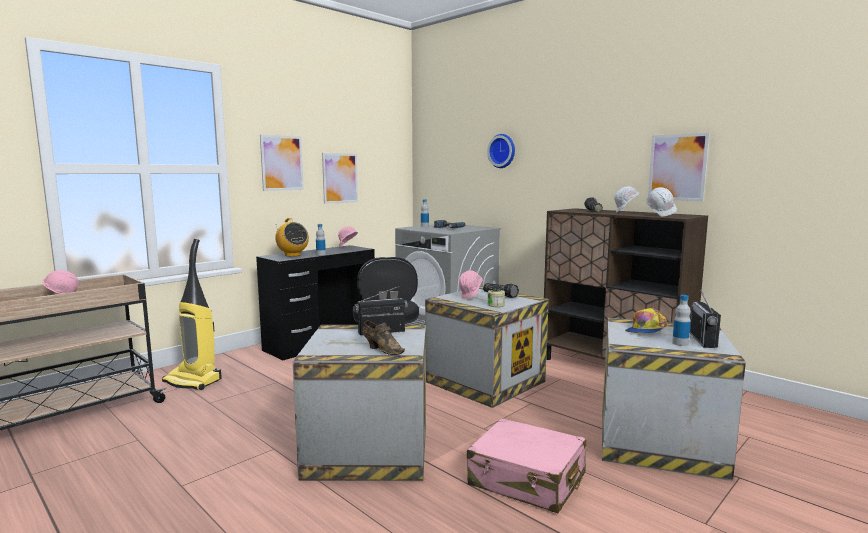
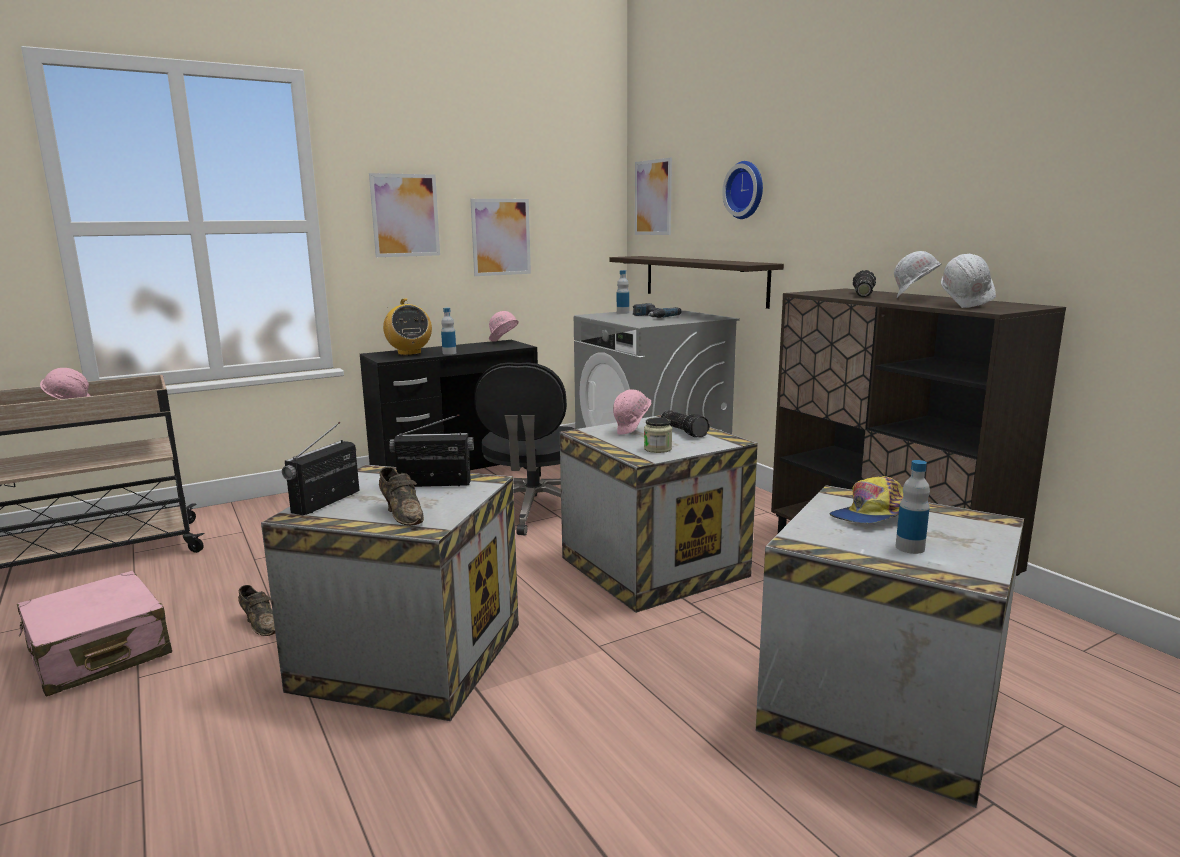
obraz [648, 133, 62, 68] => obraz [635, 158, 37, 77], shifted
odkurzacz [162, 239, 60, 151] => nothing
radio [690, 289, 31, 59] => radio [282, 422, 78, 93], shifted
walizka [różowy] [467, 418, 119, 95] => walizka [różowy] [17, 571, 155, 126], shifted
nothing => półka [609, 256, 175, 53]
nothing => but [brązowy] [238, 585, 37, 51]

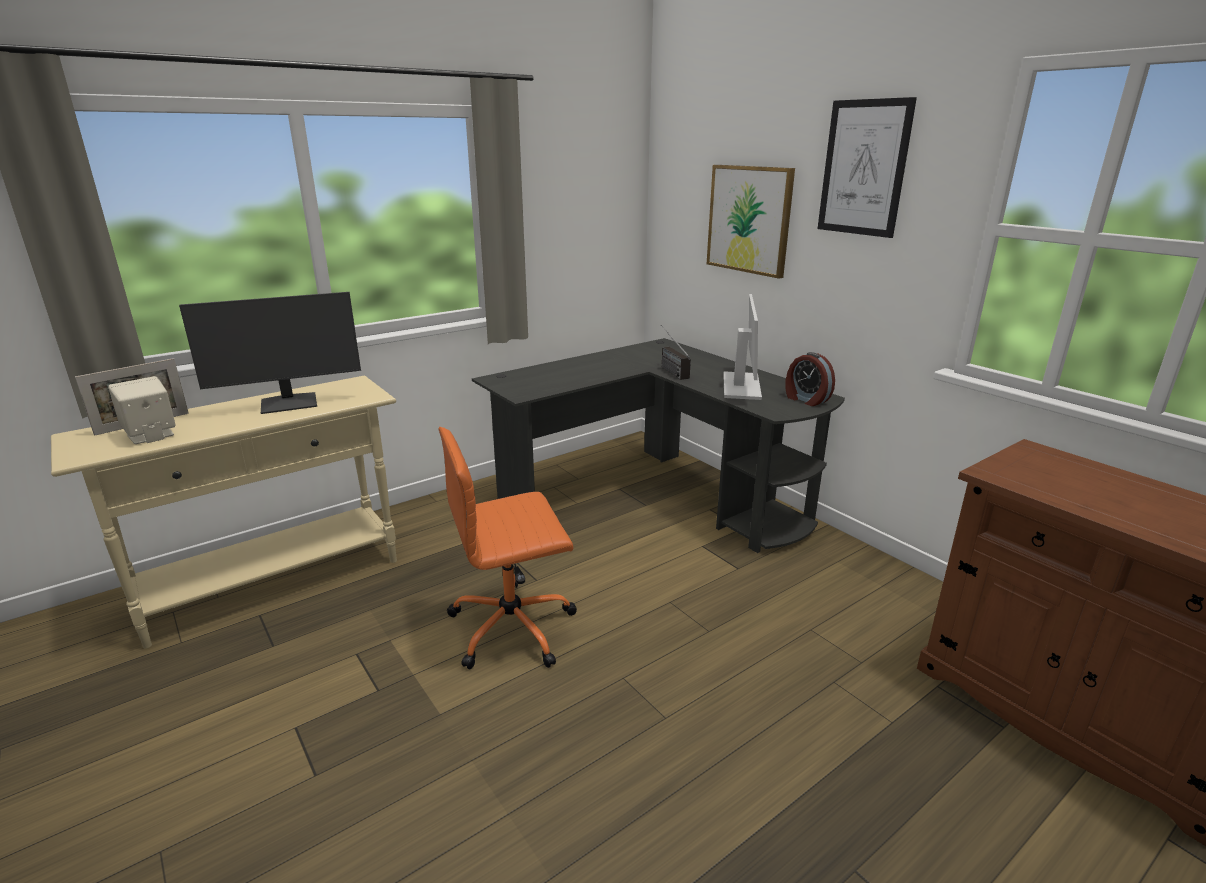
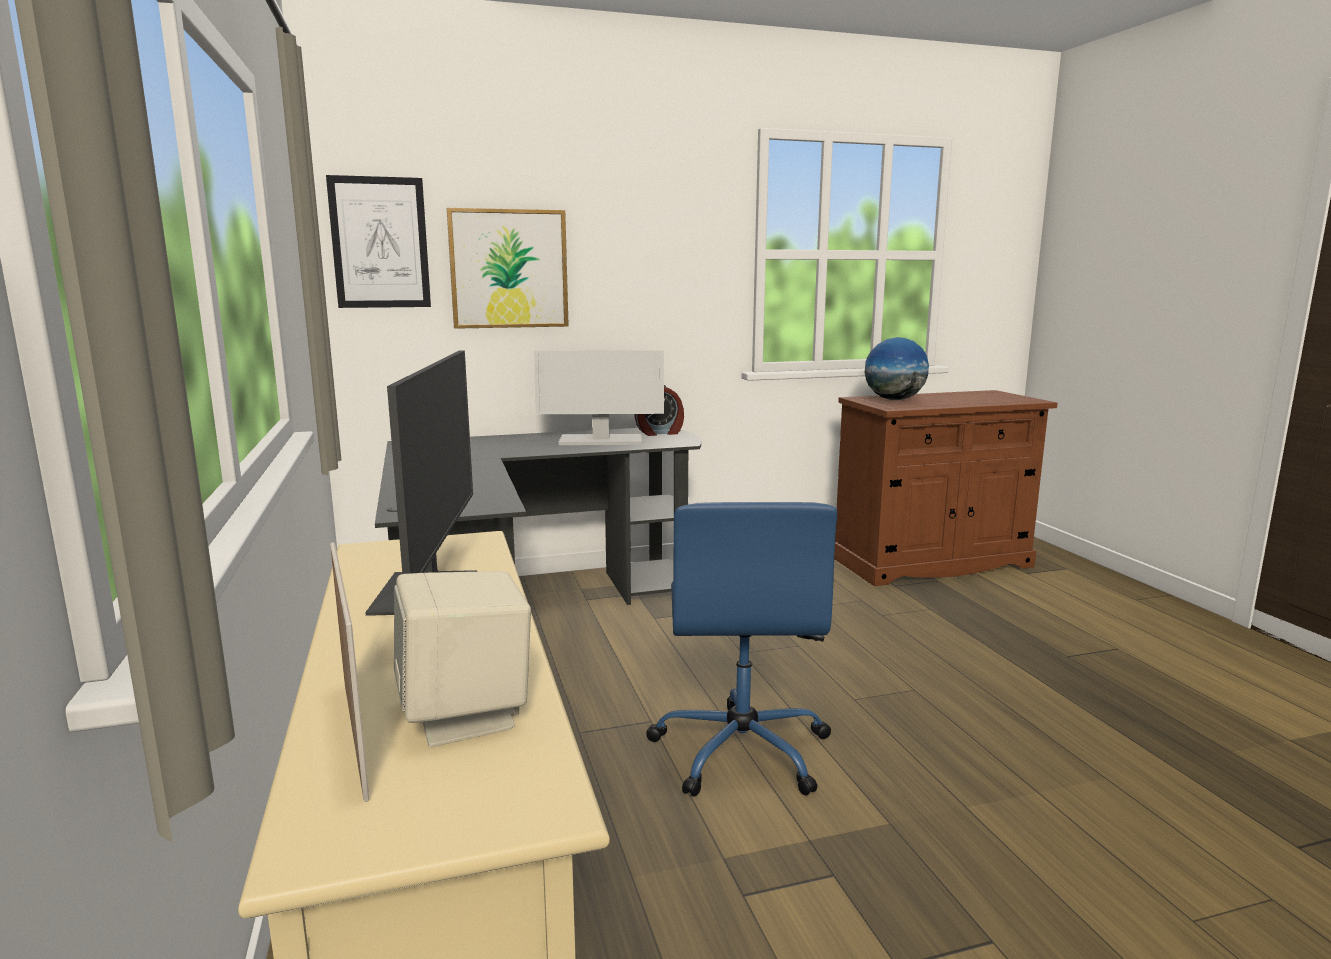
obraz [818, 97, 99, 141] => obraz [326, 175, 105, 133], shifted
monitor [723, 294, 39, 106] => monitor [534, 351, 130, 94], 150 degrees clockwise
radio [661, 325, 30, 55] => nothing
krzesło biurowe [pomarańczowy] [438, 427, 139, 242] => krzesło biurowe [niebieski] [646, 502, 191, 295]
nothing => globus [864, 337, 65, 63]

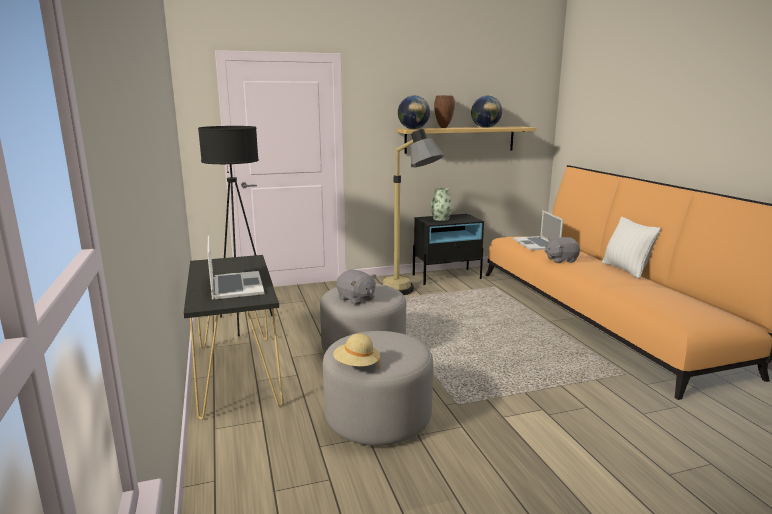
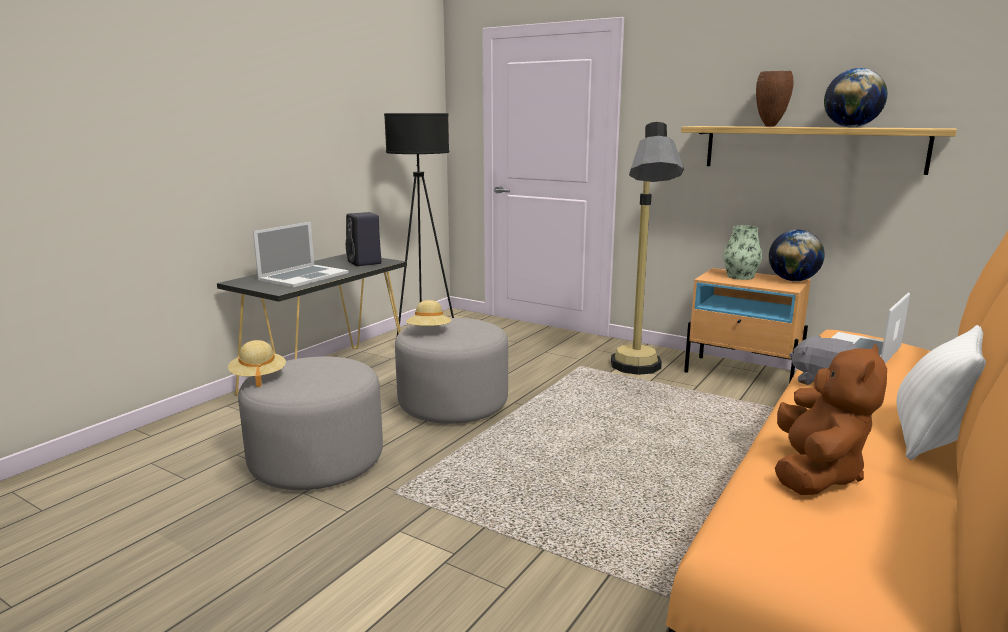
globus [398, 95, 32, 34] => globus [769, 230, 56, 51], shifted
szafka nocna [czarny] [413, 214, 71, 71] => szafka nocna [beżowy] [684, 268, 127, 115]
pluszak [szary] [336, 269, 40, 36] => kapelusz [beżowy] [406, 300, 45, 26]
nothing => głośnik [czarny] [346, 212, 36, 54]
nothing => pluszak [brązowy] [775, 344, 112, 151]

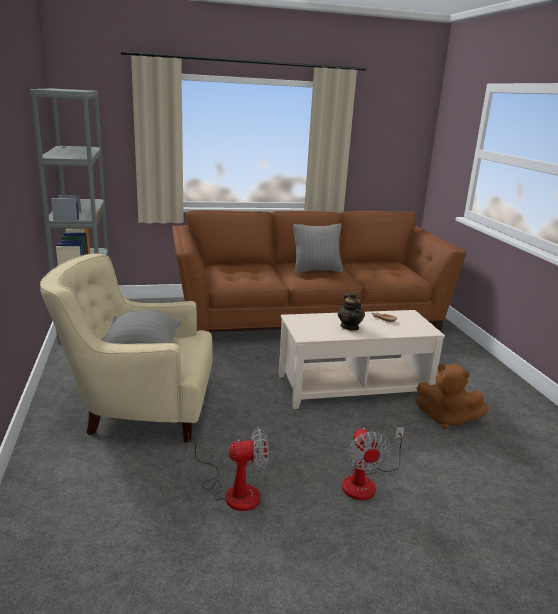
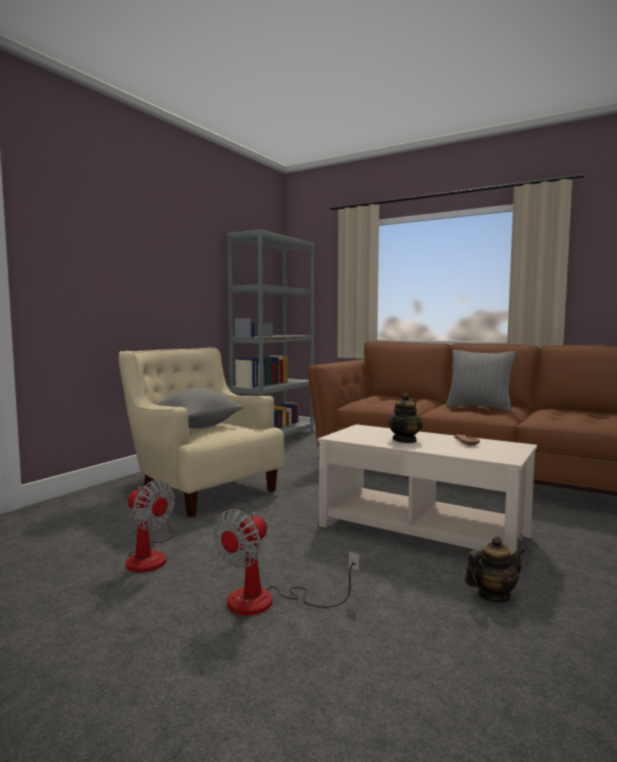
pluszak [brązowy] [416, 364, 72, 65] => imbryk [465, 536, 60, 67]

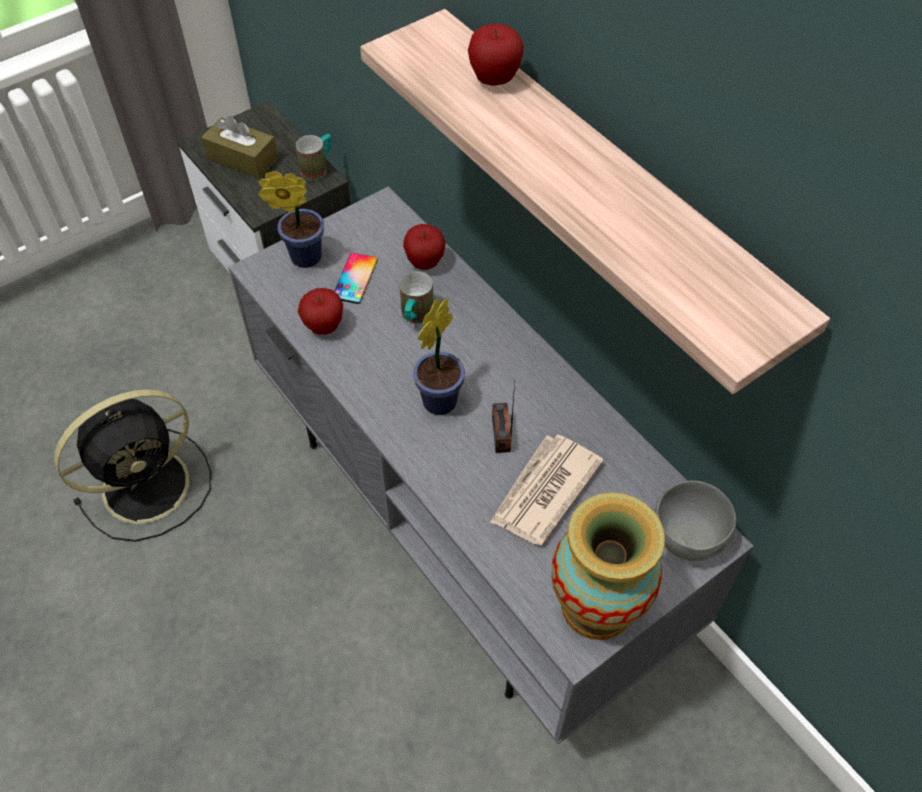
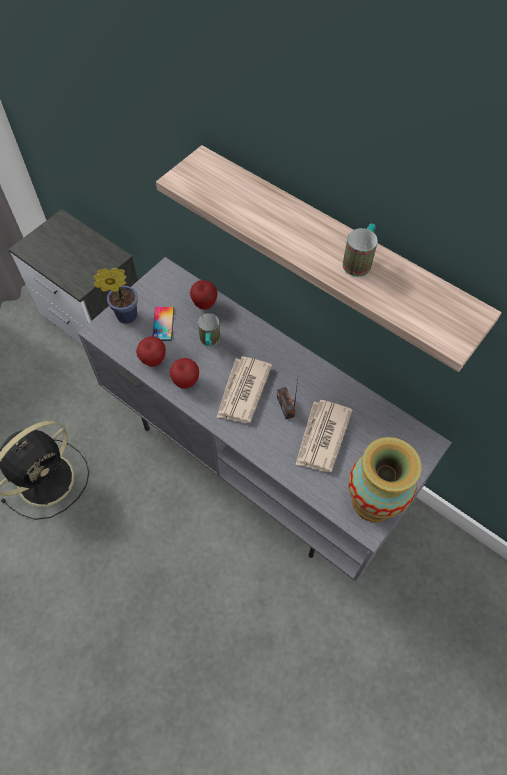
jabłko [468, 24, 56, 61] => jabłko [170, 358, 29, 31], shifted
pudełko chusteczek [brązowy] [201, 116, 77, 62] => nothing
kubek [296, 134, 36, 47] => kubek [342, 224, 36, 53], shifted
roślina doniczkowa [413, 299, 52, 116] => gazeta [216, 356, 56, 67]
miska [szary] [655, 481, 81, 80] => nothing

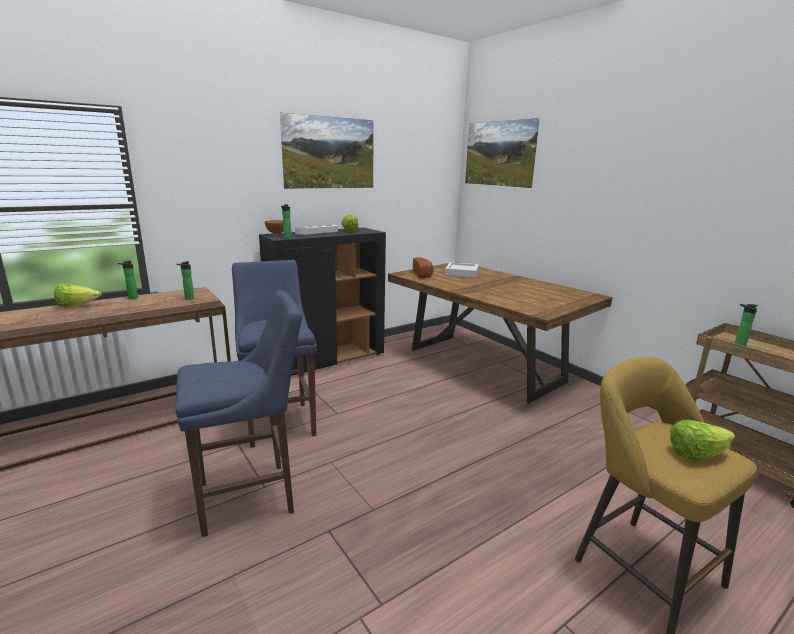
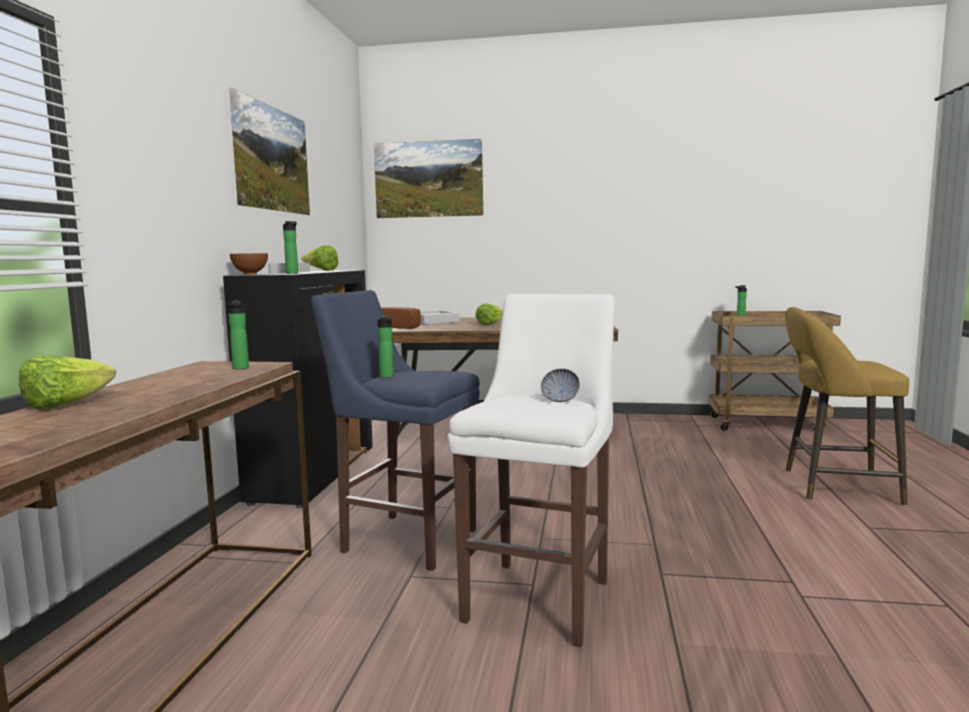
butelka [118, 260, 20, 39] => butelka [377, 316, 17, 62], shifted
stołek [niebieski] [175, 290, 127, 247] => stołek [biały] [447, 294, 168, 353]
sałata [670, 420, 65, 41] => sałata [475, 303, 28, 22], shifted
nothing => miska [541, 369, 39, 33]

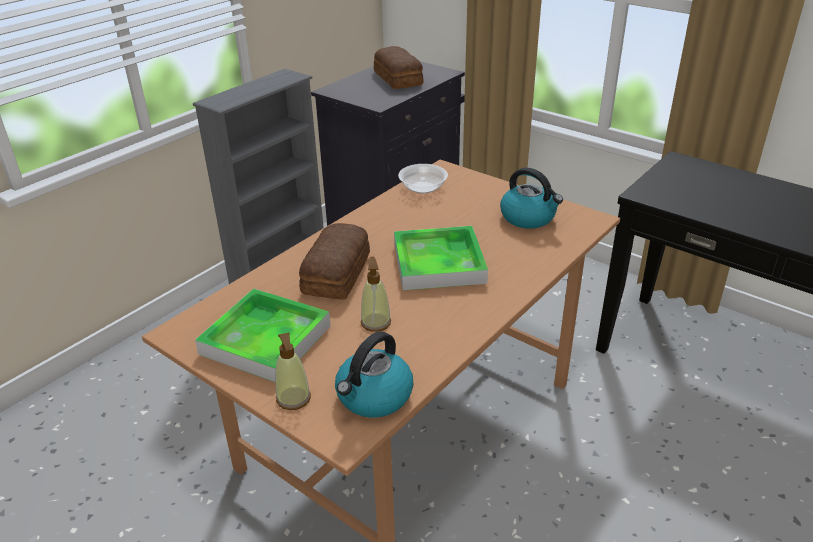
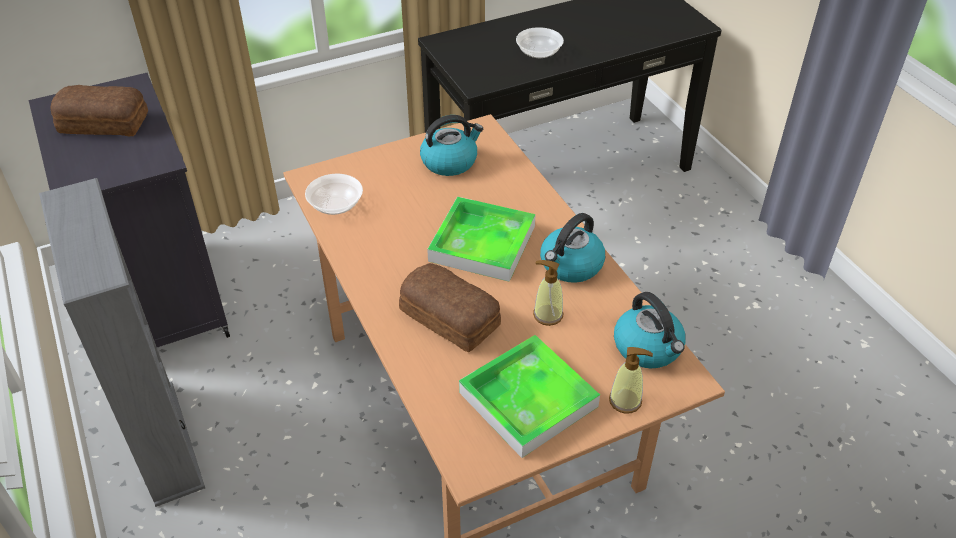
nothing => miska [516, 27, 48, 31]
nothing => czajnik [540, 213, 65, 70]

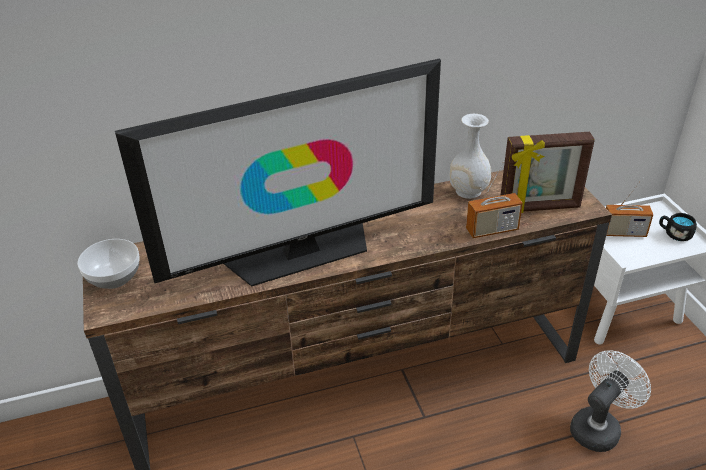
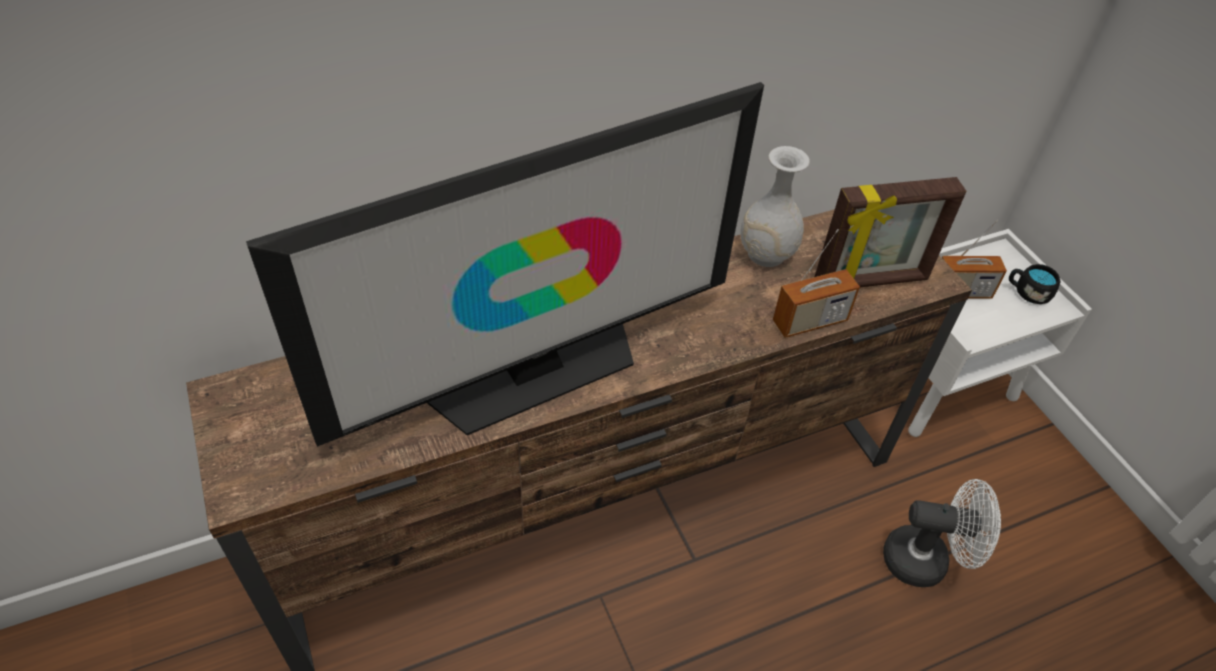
miska [78, 239, 61, 50] => nothing
wentylator [biały] [570, 351, 81, 101] => wentylator [biały] [883, 479, 118, 108], 60 degrees clockwise

